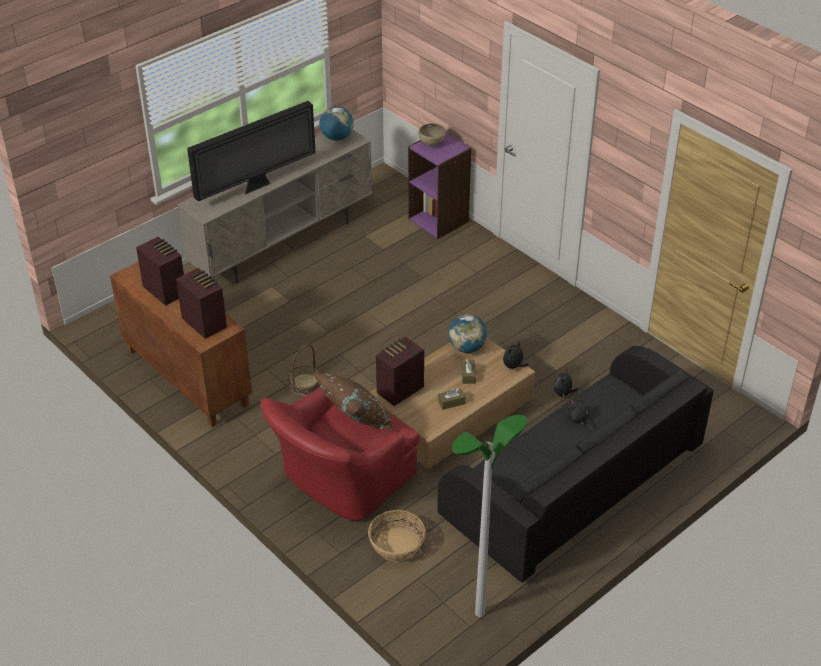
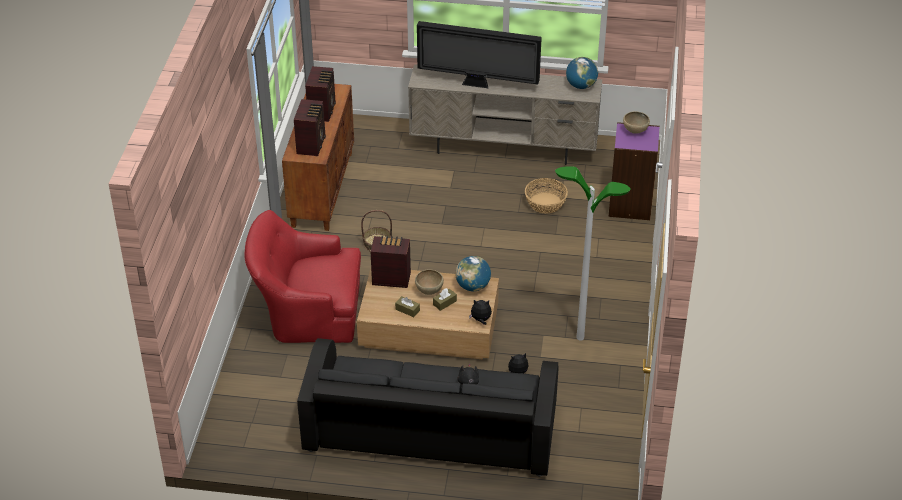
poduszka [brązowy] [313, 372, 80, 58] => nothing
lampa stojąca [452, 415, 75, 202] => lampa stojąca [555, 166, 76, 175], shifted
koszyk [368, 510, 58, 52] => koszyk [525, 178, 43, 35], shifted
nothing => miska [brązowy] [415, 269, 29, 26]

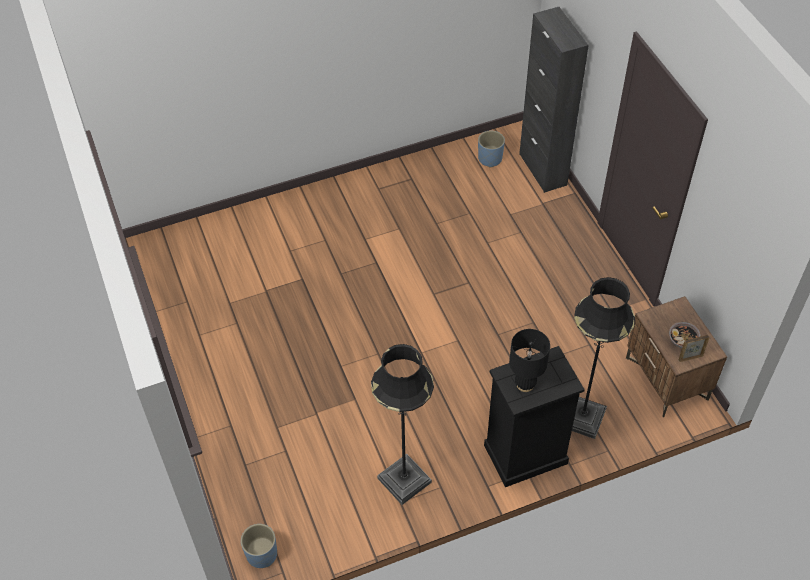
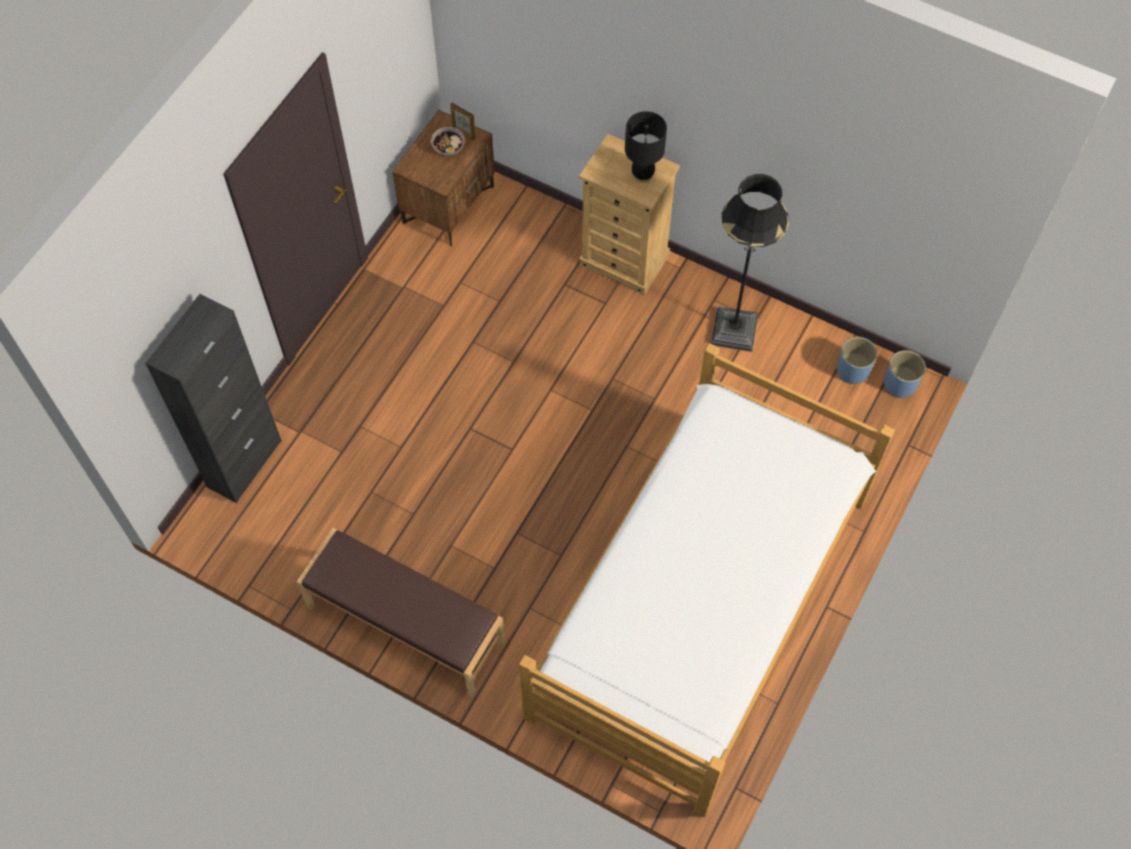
donica [niebieski] [478, 131, 27, 36] => donica [niebieski] [837, 337, 40, 47], shifted
lampa stojąca [czarny] [572, 277, 63, 162] => nothing
komoda [czarny] [484, 346, 101, 141] => komoda [beżowy] [579, 134, 101, 161]
nothing => łóżko [519, 343, 376, 474]
nothing => ławka [brązowy] [297, 528, 208, 170]

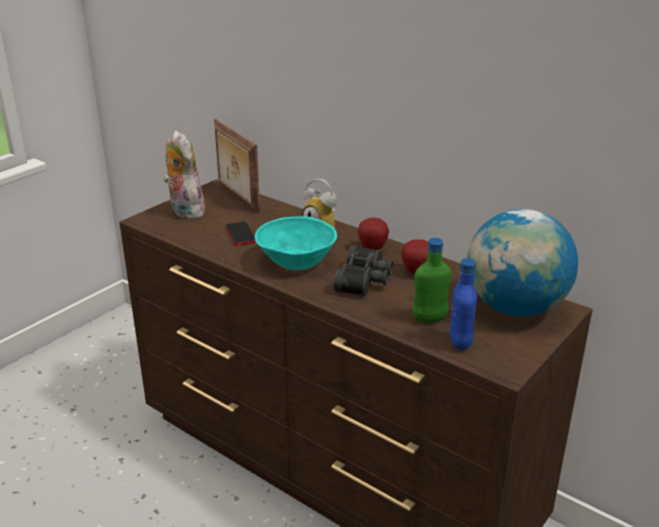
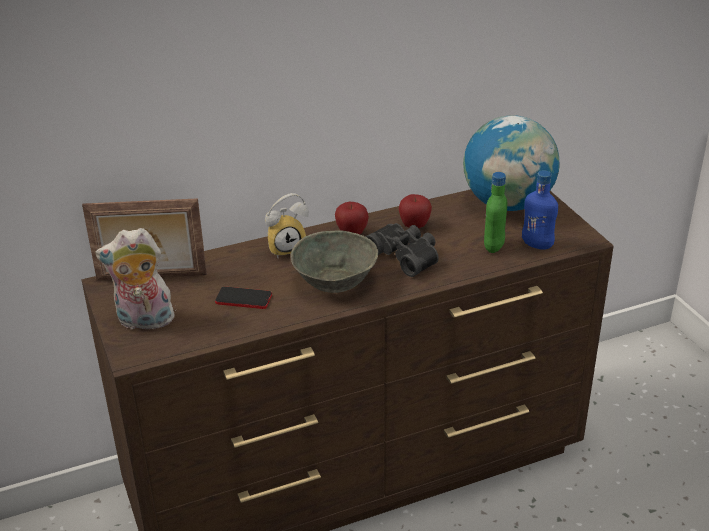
miska [turkusowy] [255, 217, 82, 53] => miska [szary] [291, 230, 87, 63]

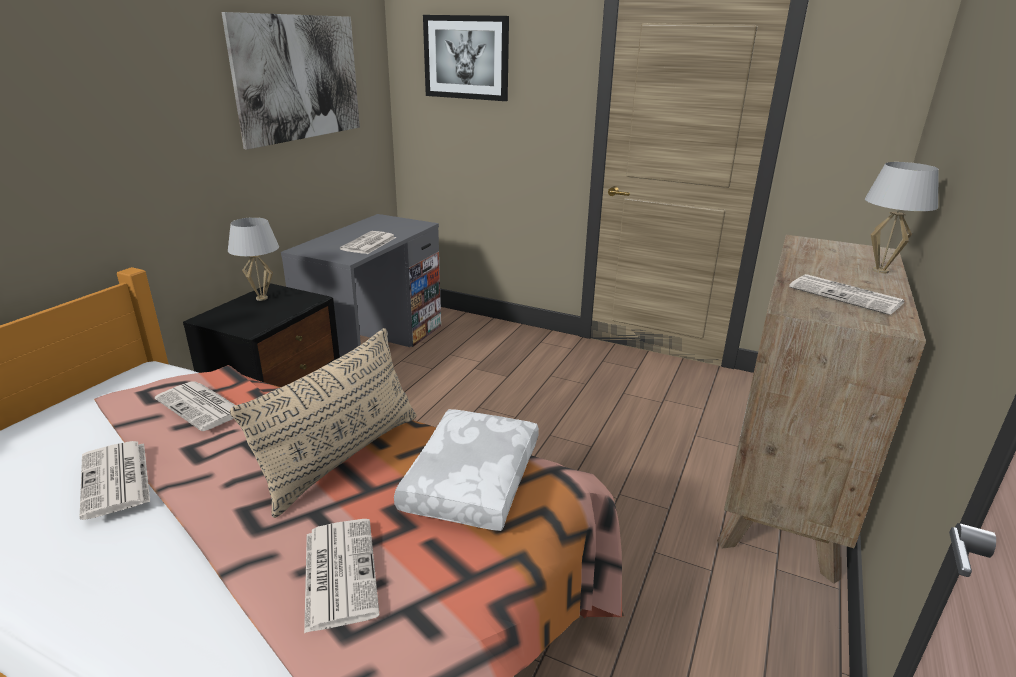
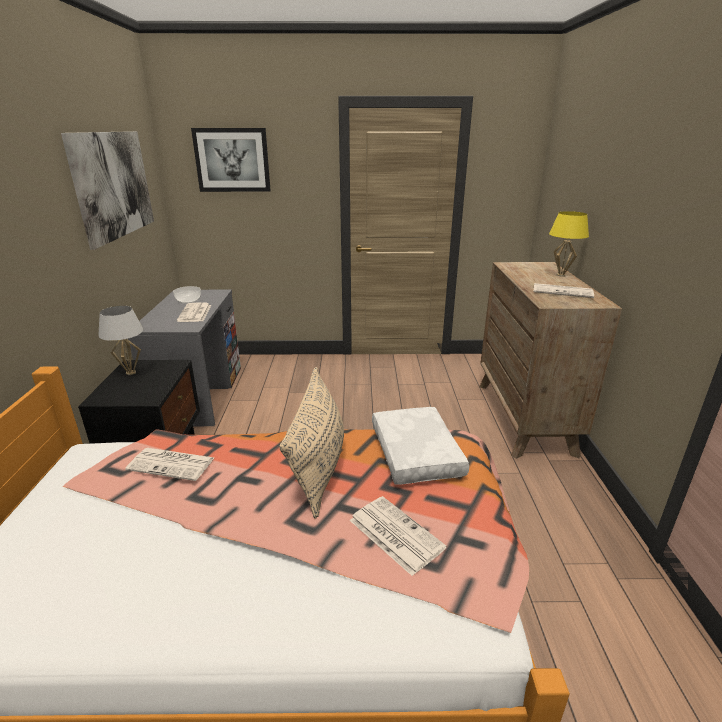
lampa stołowa [biały] [865, 162, 74, 111] => lampa stołowa [żółty] [549, 211, 40, 66]
gazeta [80, 441, 70, 79] => nothing
nothing => miska [173, 286, 28, 18]

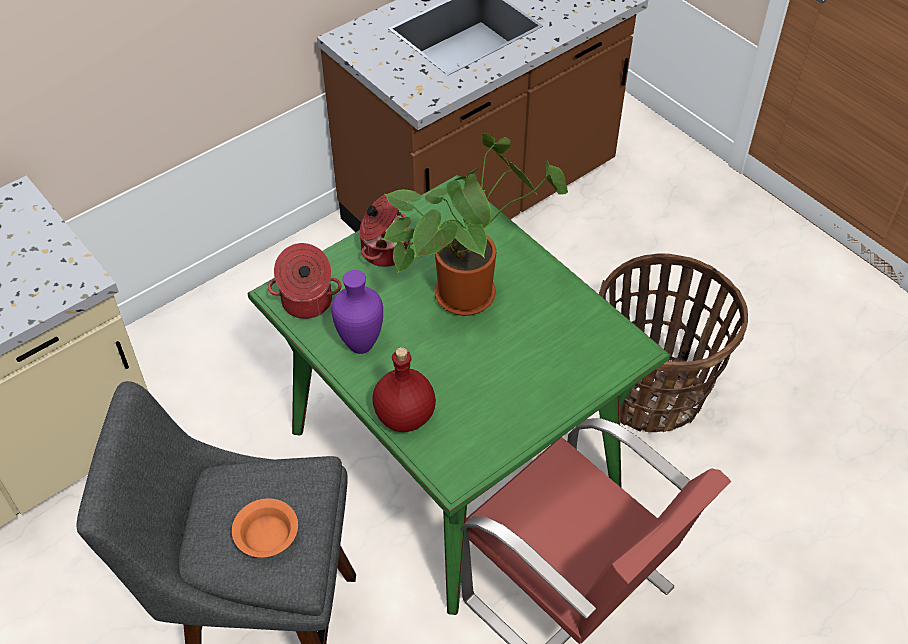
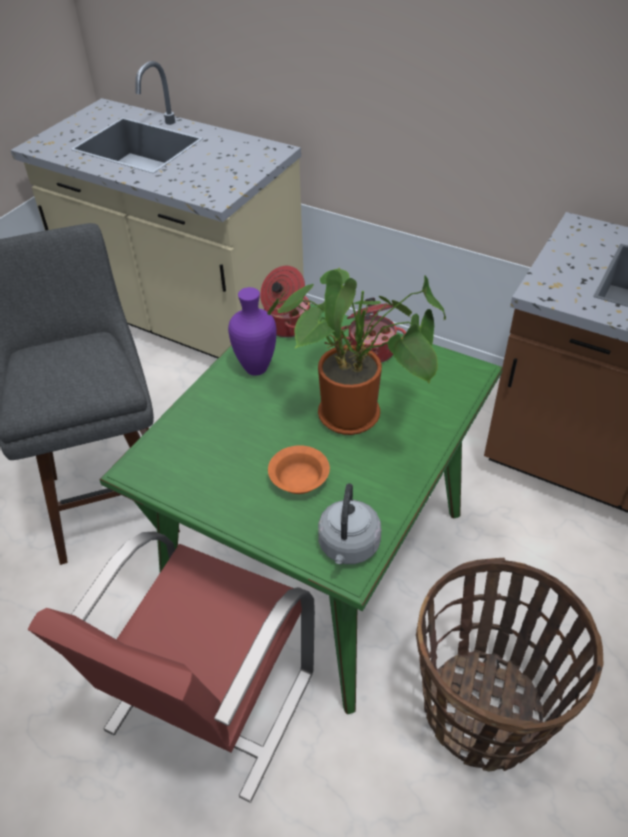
butelka [czerwony] [372, 347, 64, 85] => nothing
miska [pomarańczowy] [232, 498, 66, 59] => miska [pomarańczowy] [268, 445, 62, 49], shifted
nothing => czajnik [szary] [318, 483, 63, 82]

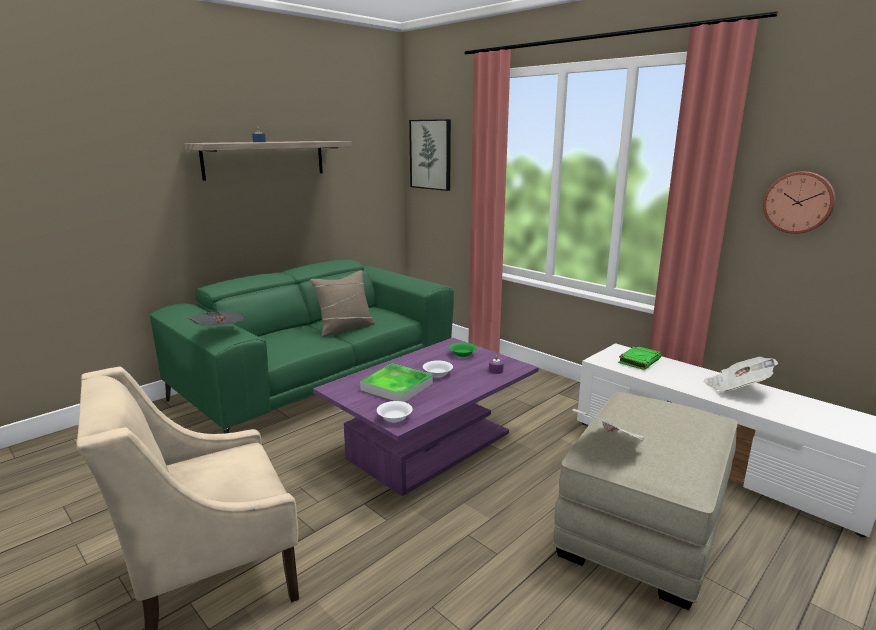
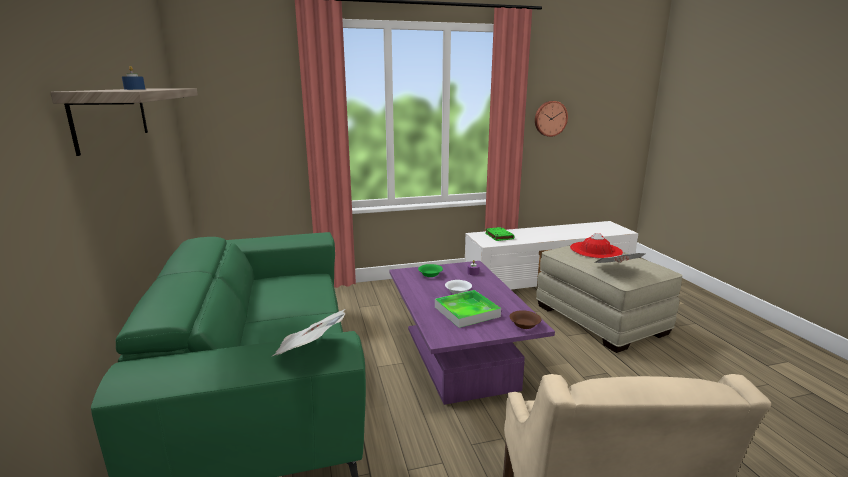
obraz [409, 119, 42, 72] => nothing
poduszka [beżowy] [310, 270, 65, 67] => nothing
gazeta [703, 357, 75, 36] => nothing
miska [biały] [377, 401, 36, 21] => miska [brązowy] [509, 310, 32, 19]
nothing => kapelusz [czerwony] [570, 233, 53, 26]

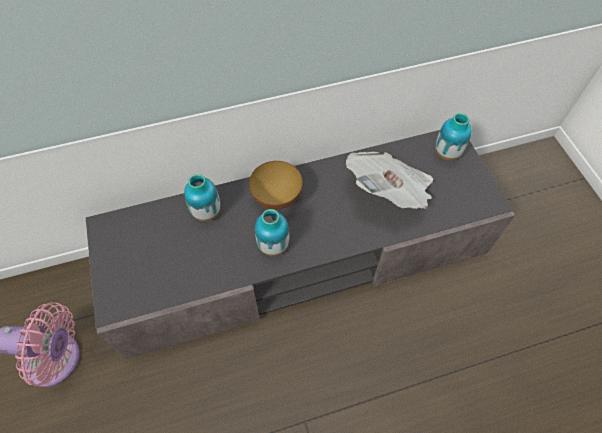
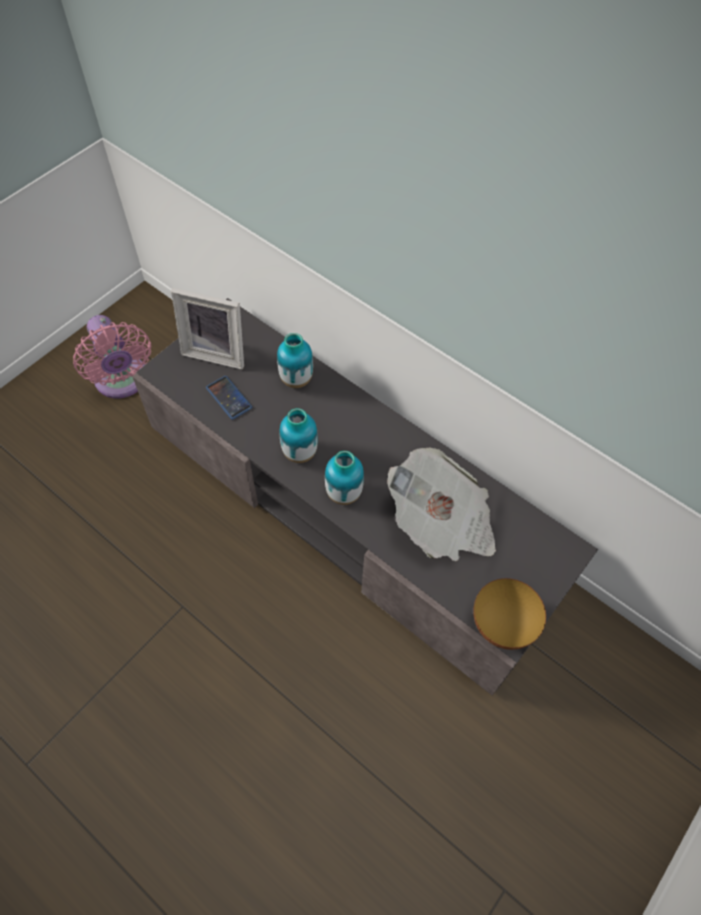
wazon [435, 113, 37, 48] => wazon [325, 451, 39, 54], shifted
miska [249, 161, 54, 49] => miska [473, 578, 73, 72], shifted
nothing => ramka na zdjęcie [171, 288, 73, 82]
nothing => telefon [206, 376, 46, 44]

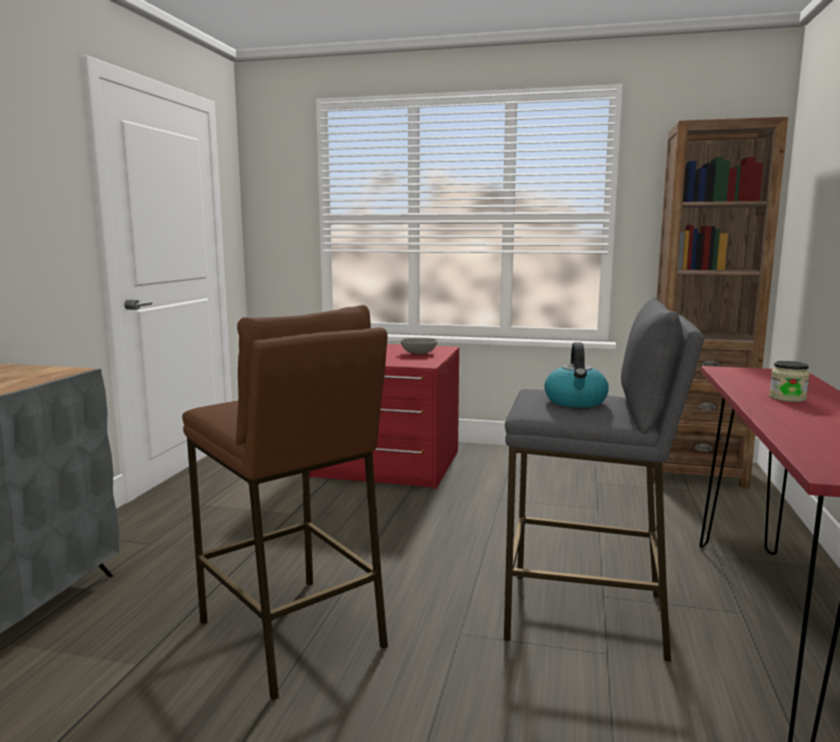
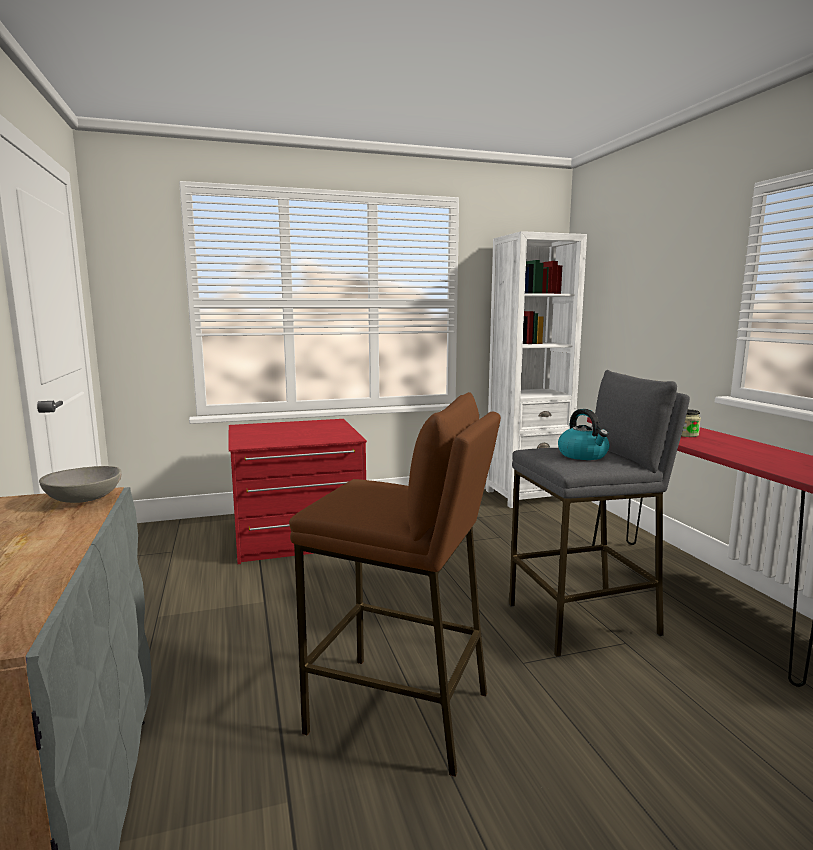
regał [brązowy] [653, 117, 135, 372] => regał [biały] [486, 231, 101, 277]
miska [szary] [401, 338, 36, 16] => miska [szary] [39, 466, 83, 37], shifted

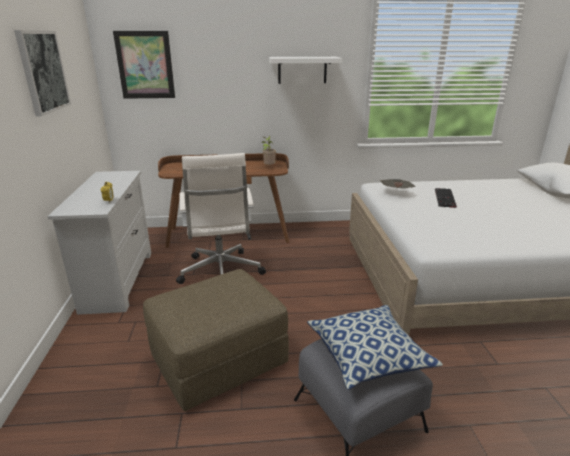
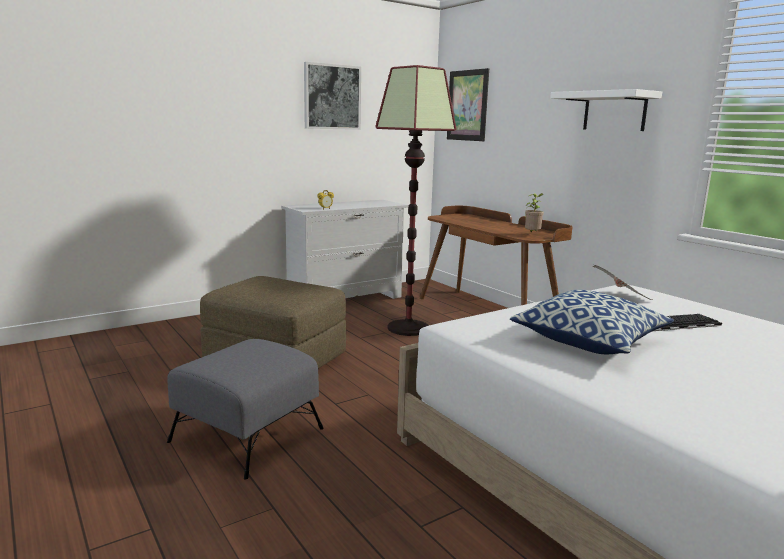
krzesło biurowe [biały] [176, 153, 90, 131] => lampa stojąca [375, 65, 82, 271]
poduszka [307, 305, 136, 85] => poduszka [510, 289, 164, 65], shifted

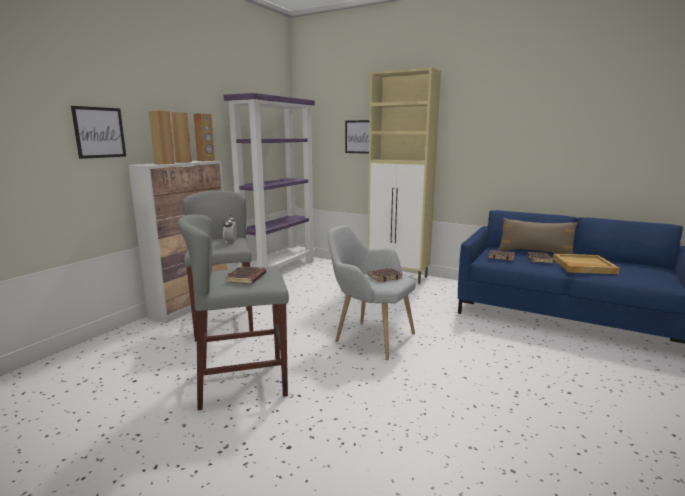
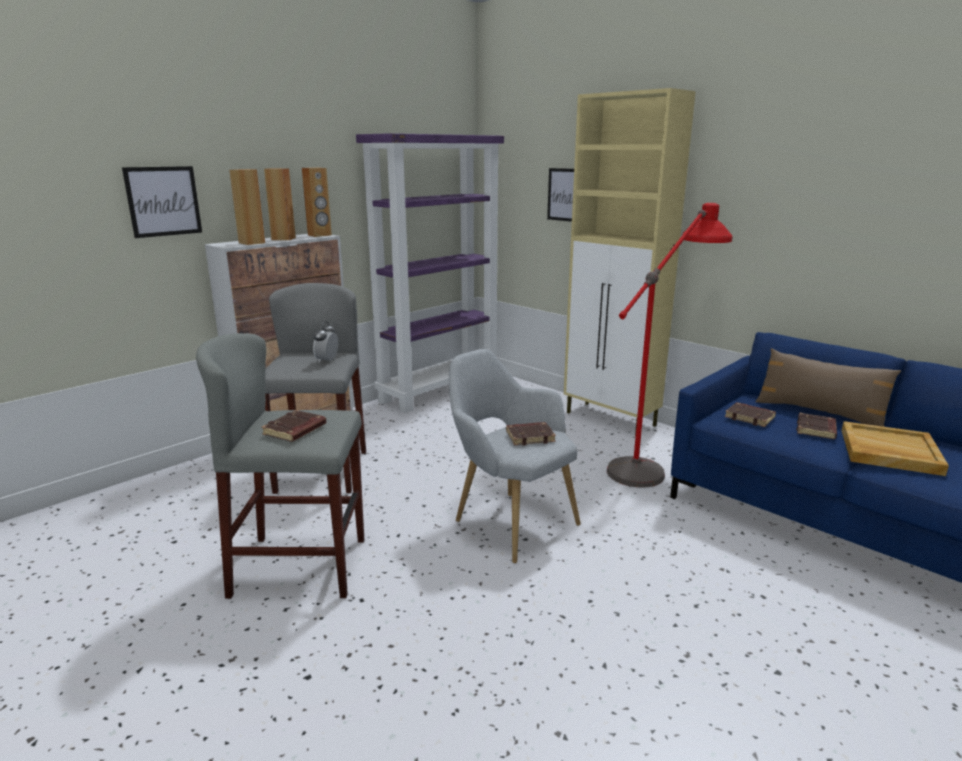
nothing => lampa stojąca [czerwony] [607, 203, 125, 285]

